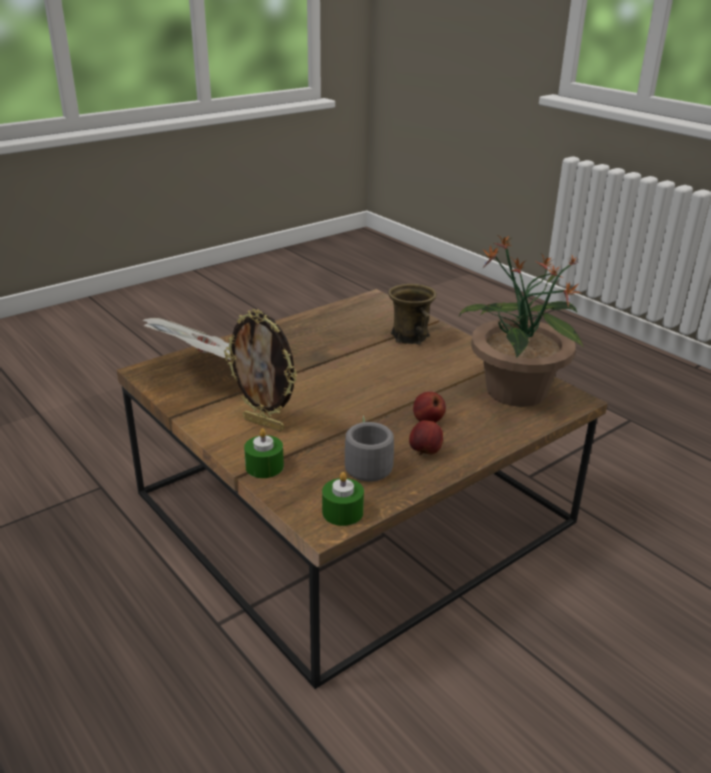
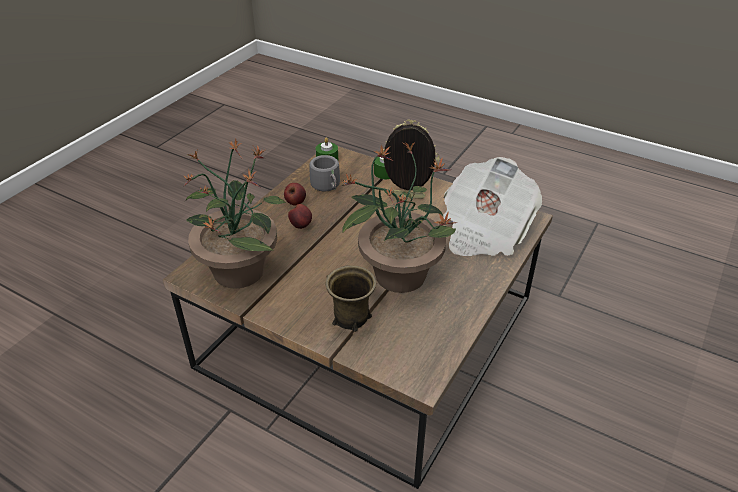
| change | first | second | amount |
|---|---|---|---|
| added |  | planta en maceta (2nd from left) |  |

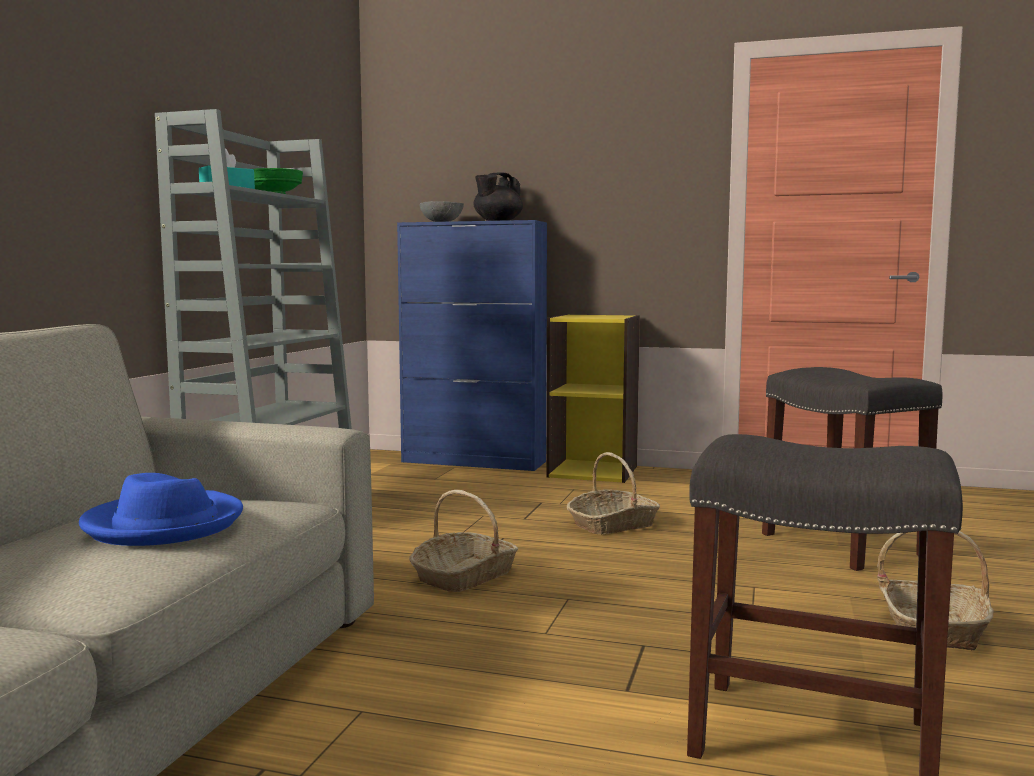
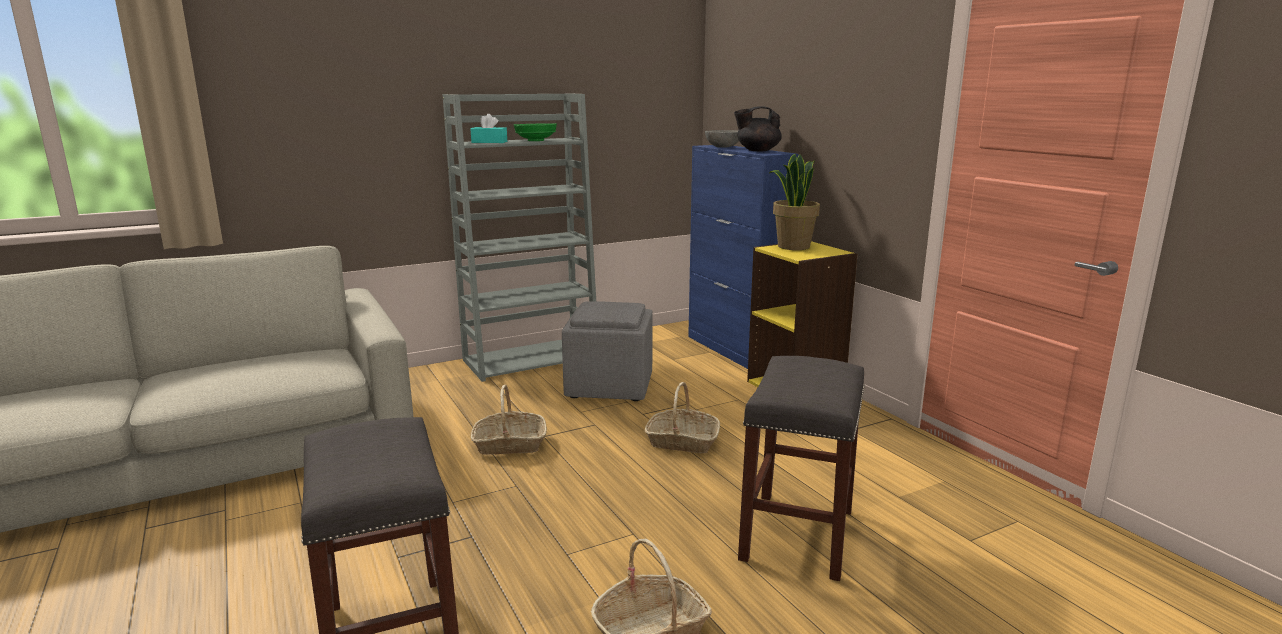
| change | first | second | amount |
|---|---|---|---|
| removed | sombrero [azul] |  |  |
| added |  | planta en maceta |  |
| added |  | puf [gris] |  |

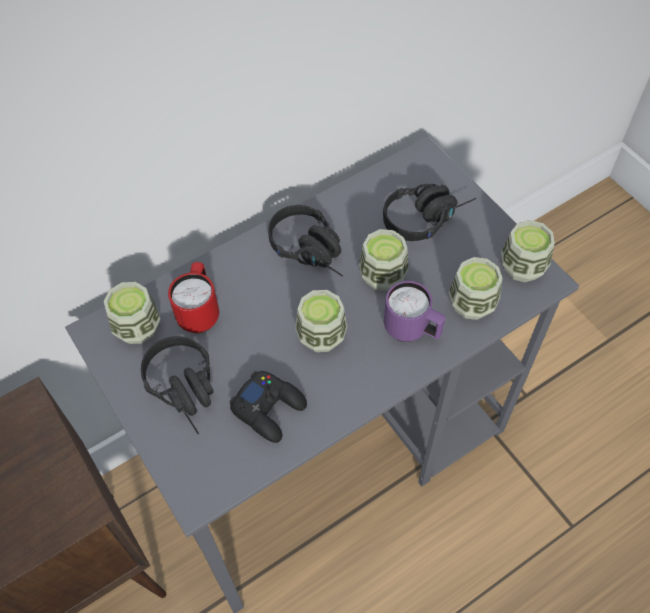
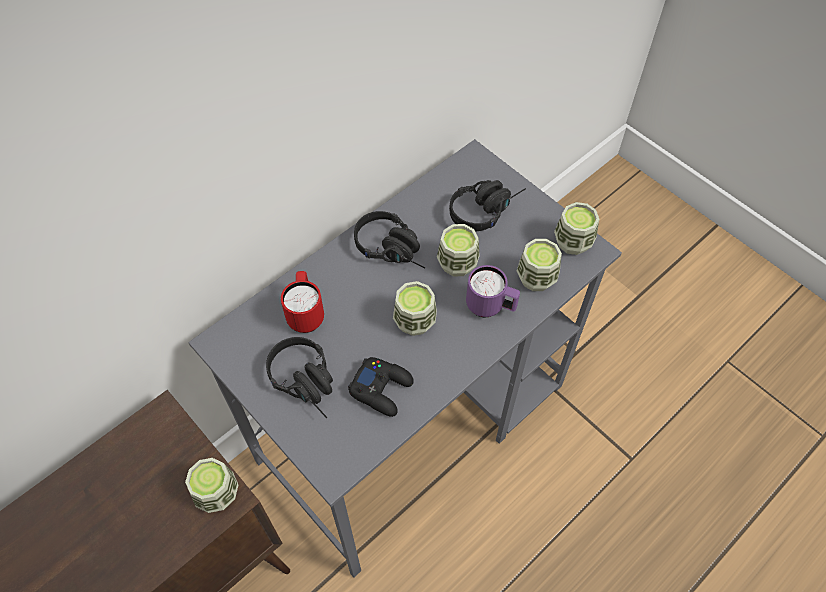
| change | first | second | amount |
|---|---|---|---|
| moved | taza (1st from left) |  |  |

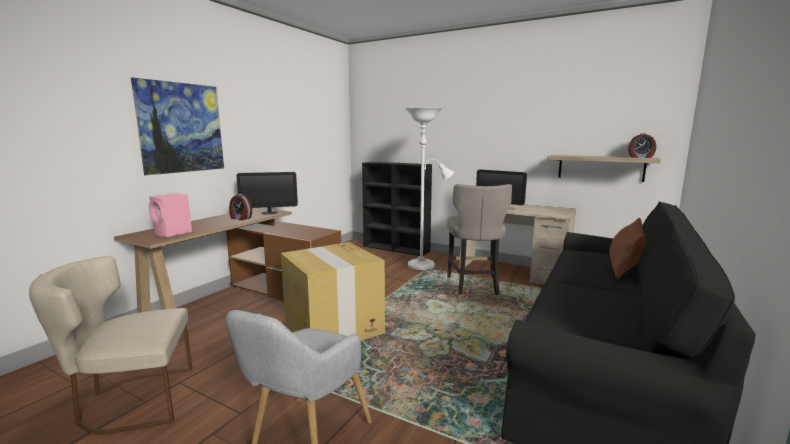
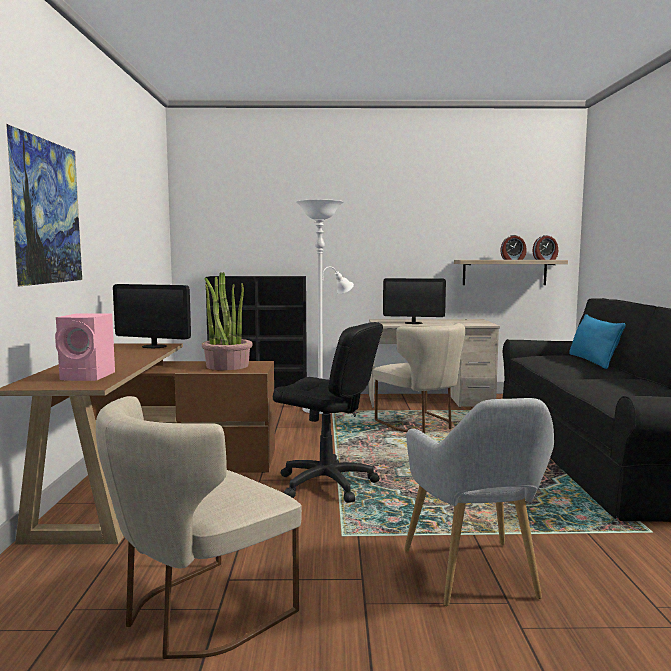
| change | first | second | amount |
|---|---|---|---|
| turned | monitor (1st from left) |  | 60 degrees clockwise |
| replaced | taburete [gris] | silla [beis] (2nd from left) |  |
| moved | despertador (1st from left) |  |  |
| recoloured | cojín [marrón] | cojín [azul] |  |
| replaced | caja de cartón | silla de oficina [negro] |  |
| added |  | planta en maceta |  |

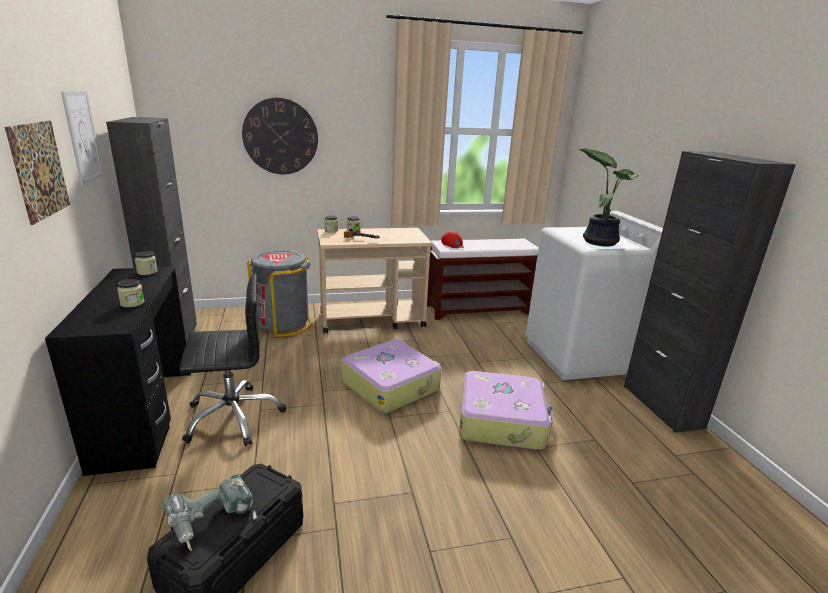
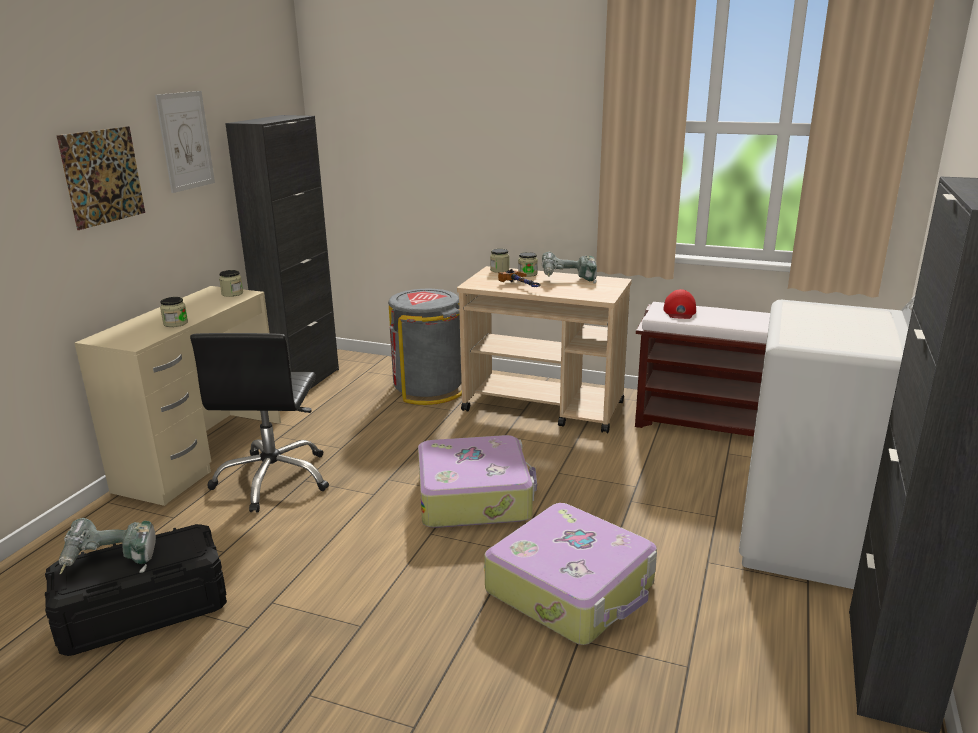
| change | first | second | amount |
|---|---|---|---|
| removed | reloj de pared |  |  |
| removed | planta en maceta |  |  |
| recoloured | escritorio [negro] | escritorio [beis] |  |
| turned | silla de oficina [negro] |  | 75 degrees clockwise |
| added |  | taladro (2nd from left) |  |

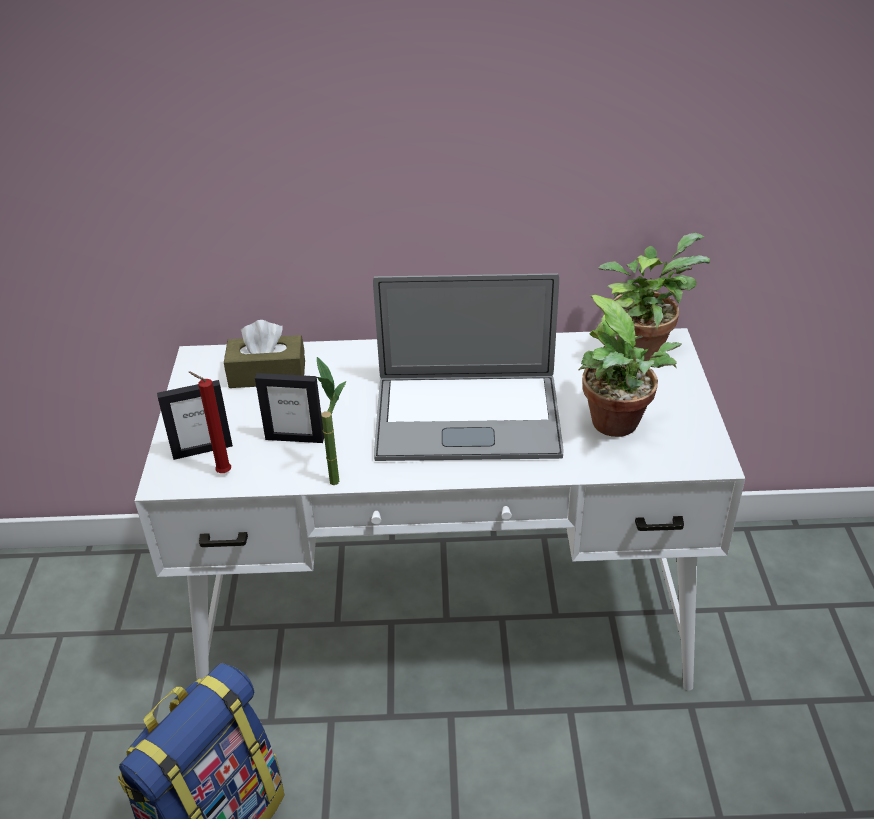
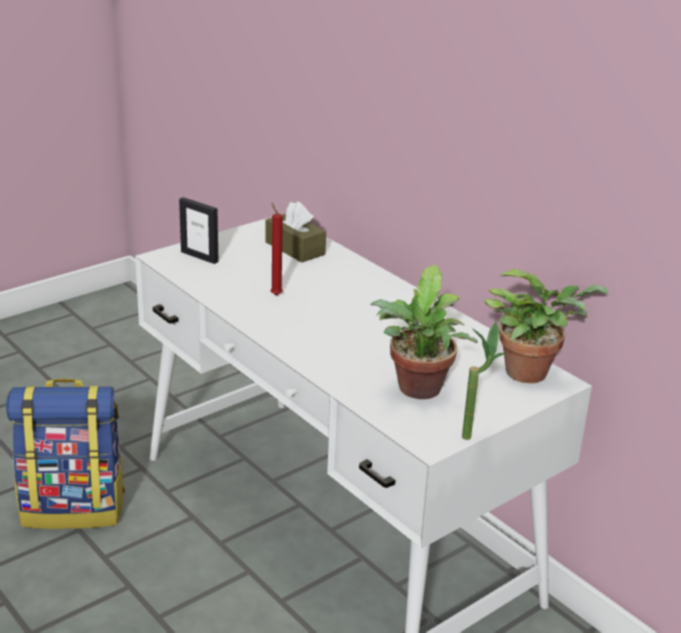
| change | first | second | amount |
|---|---|---|---|
| removed | portátil |  |  |
| moved | planta en maceta (1st from left in the first image) | planta en maceta (2nd from left) |  |
| moved | vela [rojo] |  |  |
| removed | portarretratos (2nd from left) |  |  |

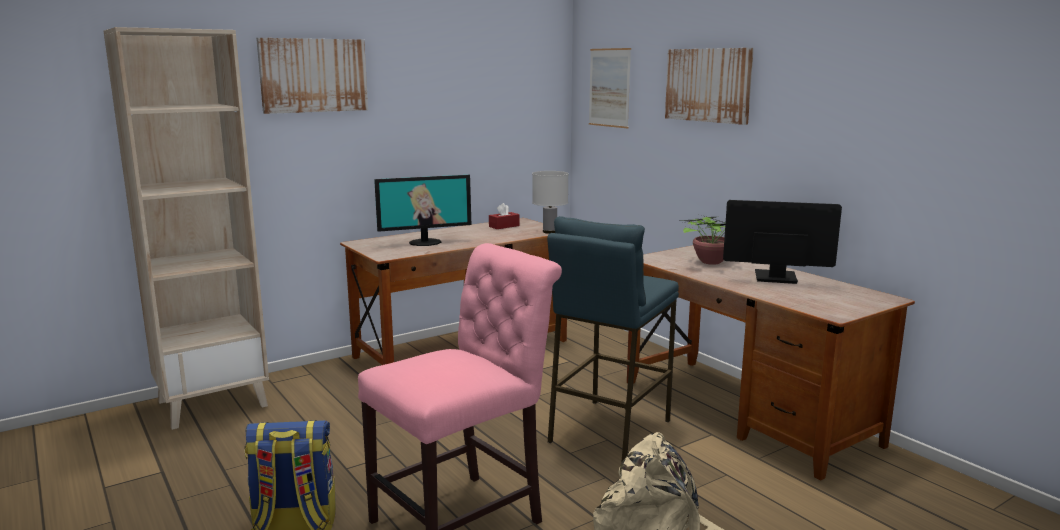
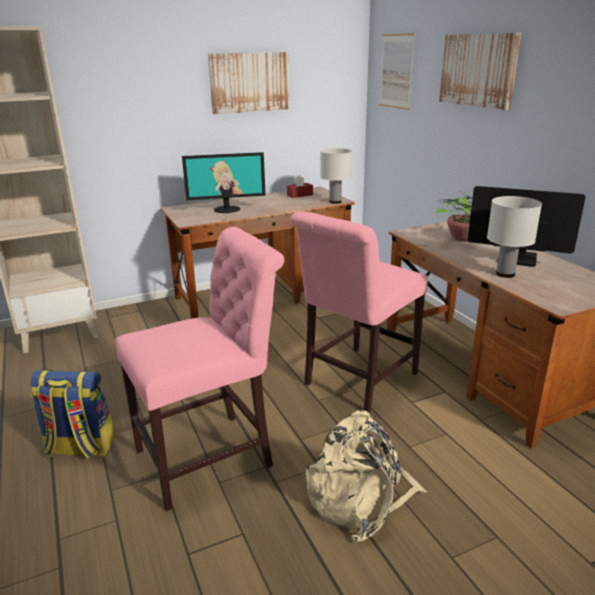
| change | first | second | amount |
|---|---|---|---|
| moved | cuadro (1st from left) |  |  |
| replaced | taburete [azul] | silla [rosa] (2nd from left) |  |
| added |  | lámpara de mesa [blanco] (2nd from left) |  |

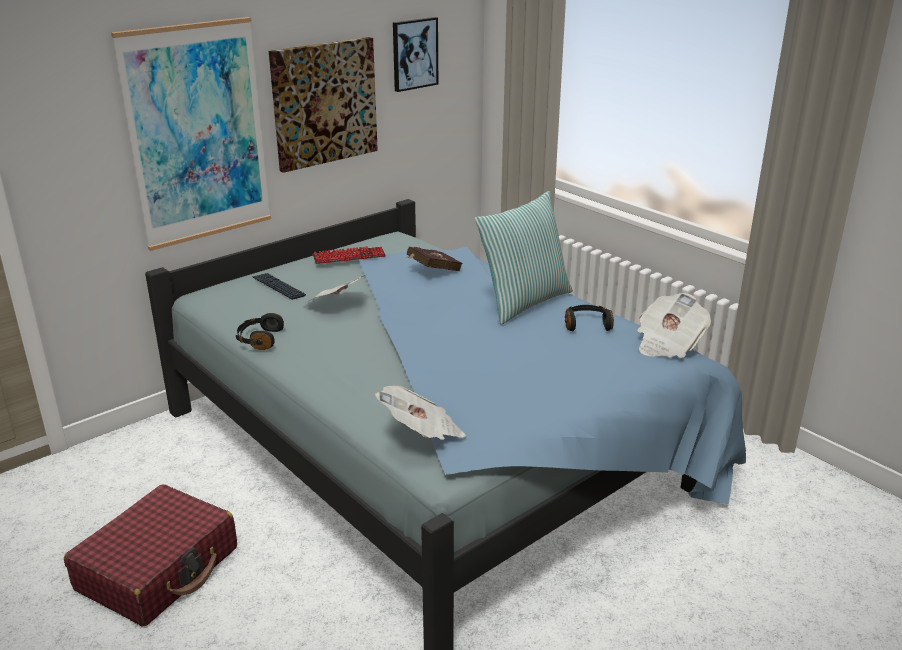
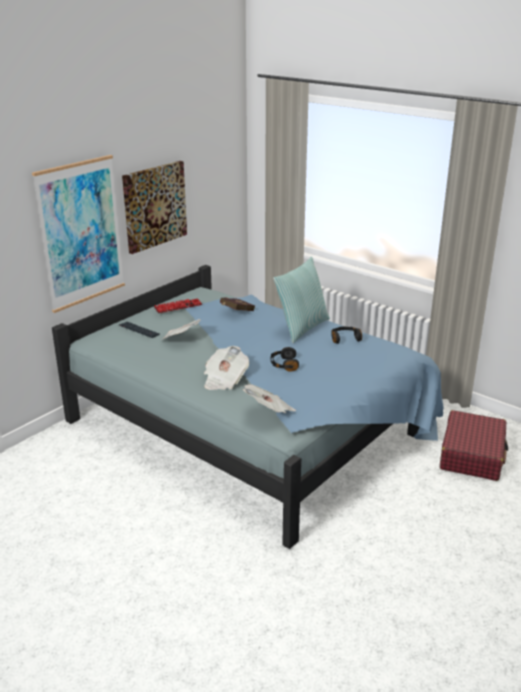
| change | first | second | amount |
|---|---|---|---|
| removed | cuadro (3rd from left) |  |  |
| moved | periódico (3rd from left in the first image) | periódico (2nd from left) |  |
| moved | auriculares [negro] (1st from left) |  |  |
| moved | maleta [rojo] |  |  |

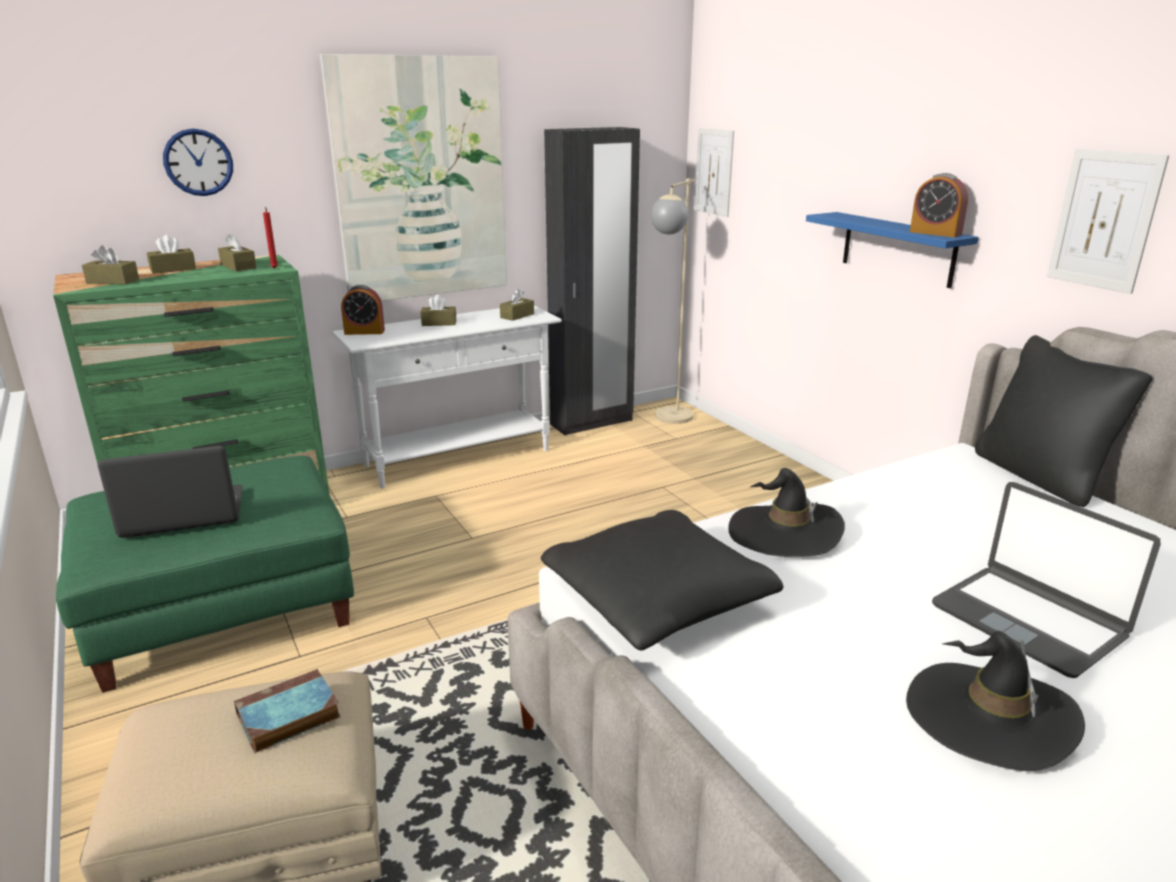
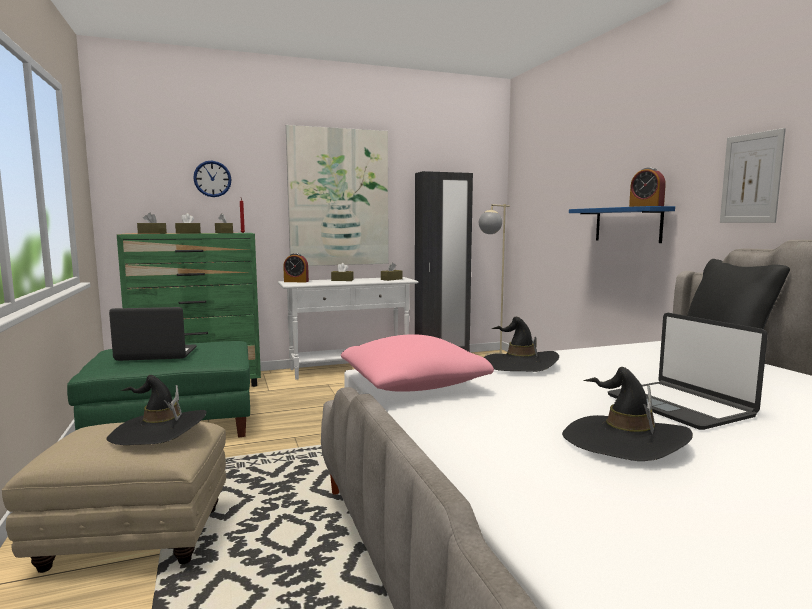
| change | first | second | amount |
|---|---|---|---|
| removed | cuadro (2nd from left) |  |  |
| recoloured | cojín [negro] (1st from left) | cojín [rosa] |  |
| replaced | libro | sombrero [negro] (1st from left) |  |

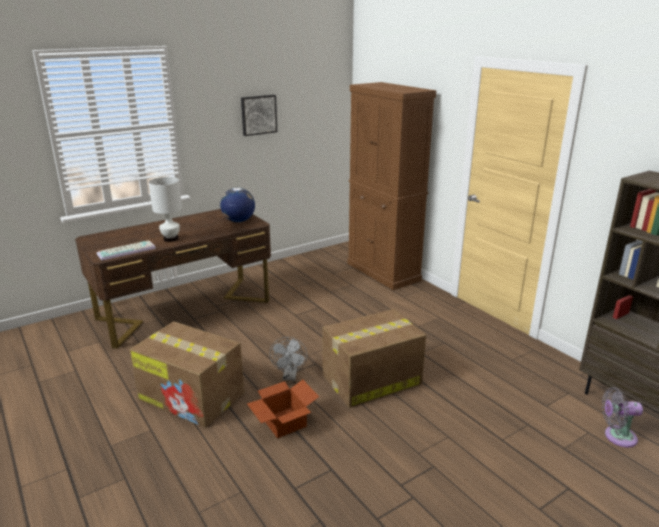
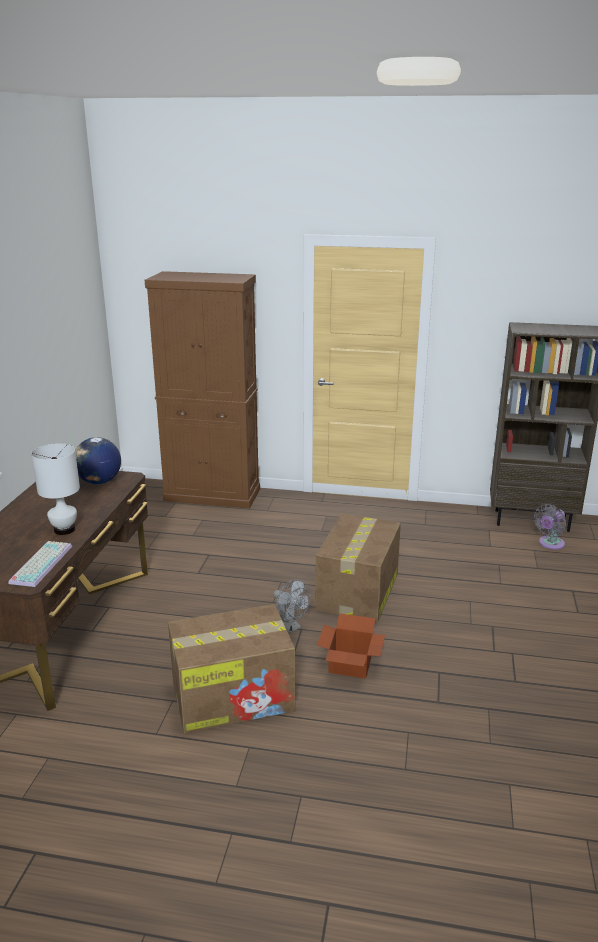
| change | first | second | amount |
|---|---|---|---|
| removed | cuadro |  |  |

